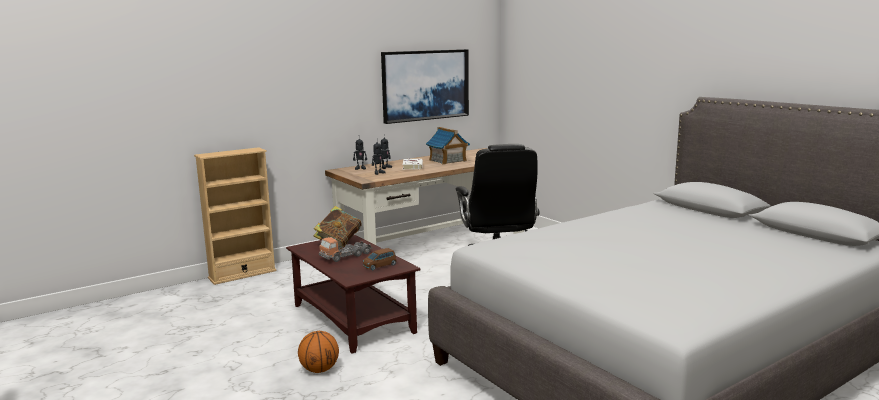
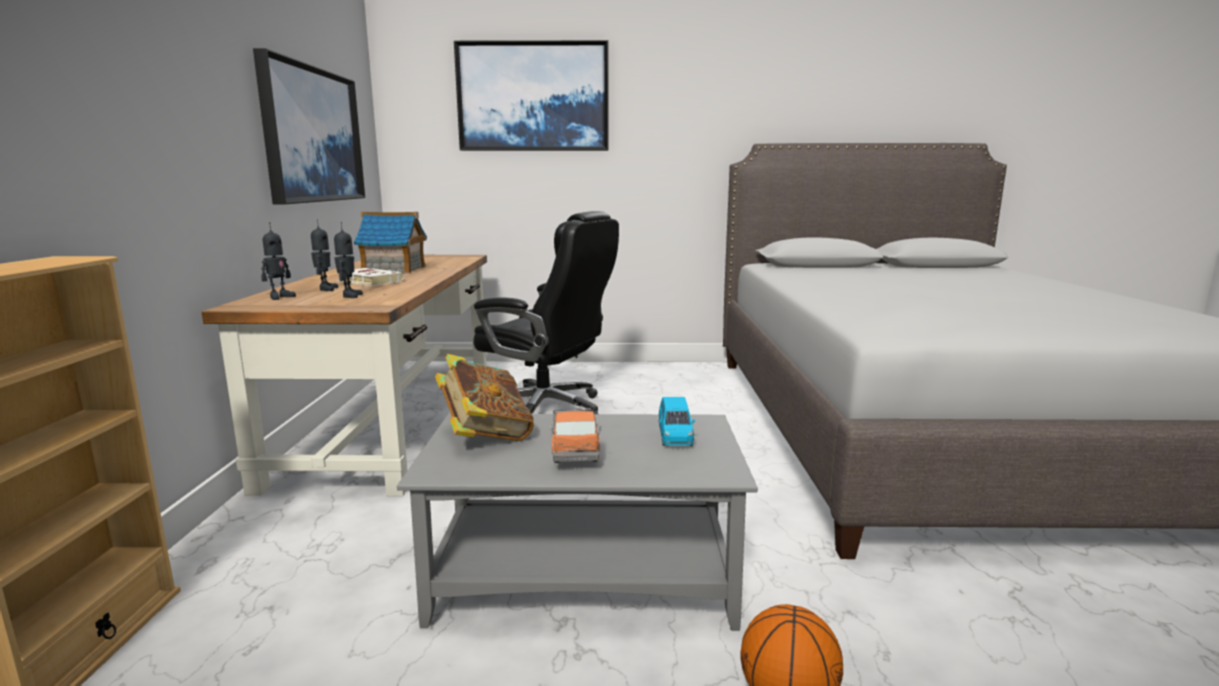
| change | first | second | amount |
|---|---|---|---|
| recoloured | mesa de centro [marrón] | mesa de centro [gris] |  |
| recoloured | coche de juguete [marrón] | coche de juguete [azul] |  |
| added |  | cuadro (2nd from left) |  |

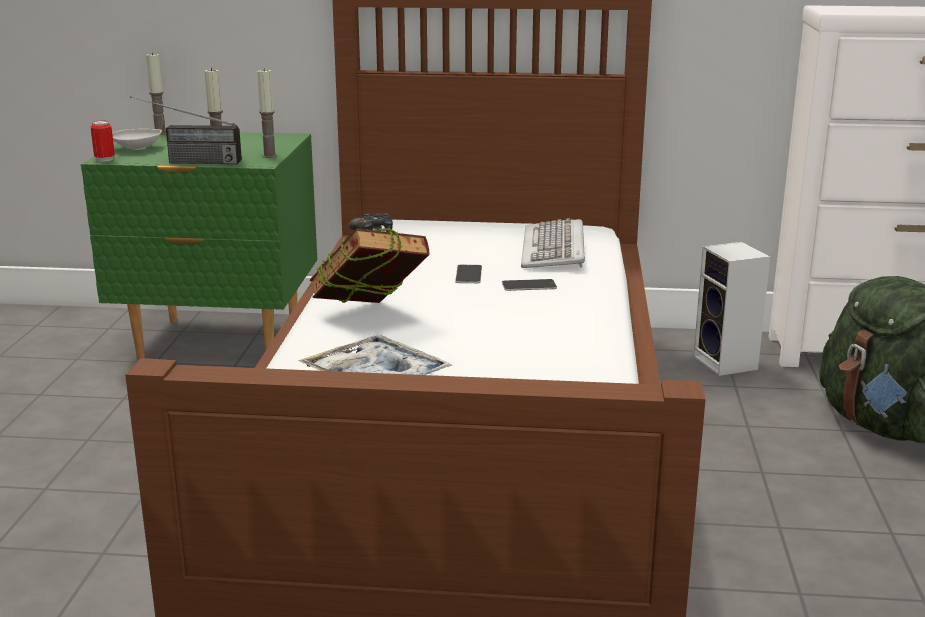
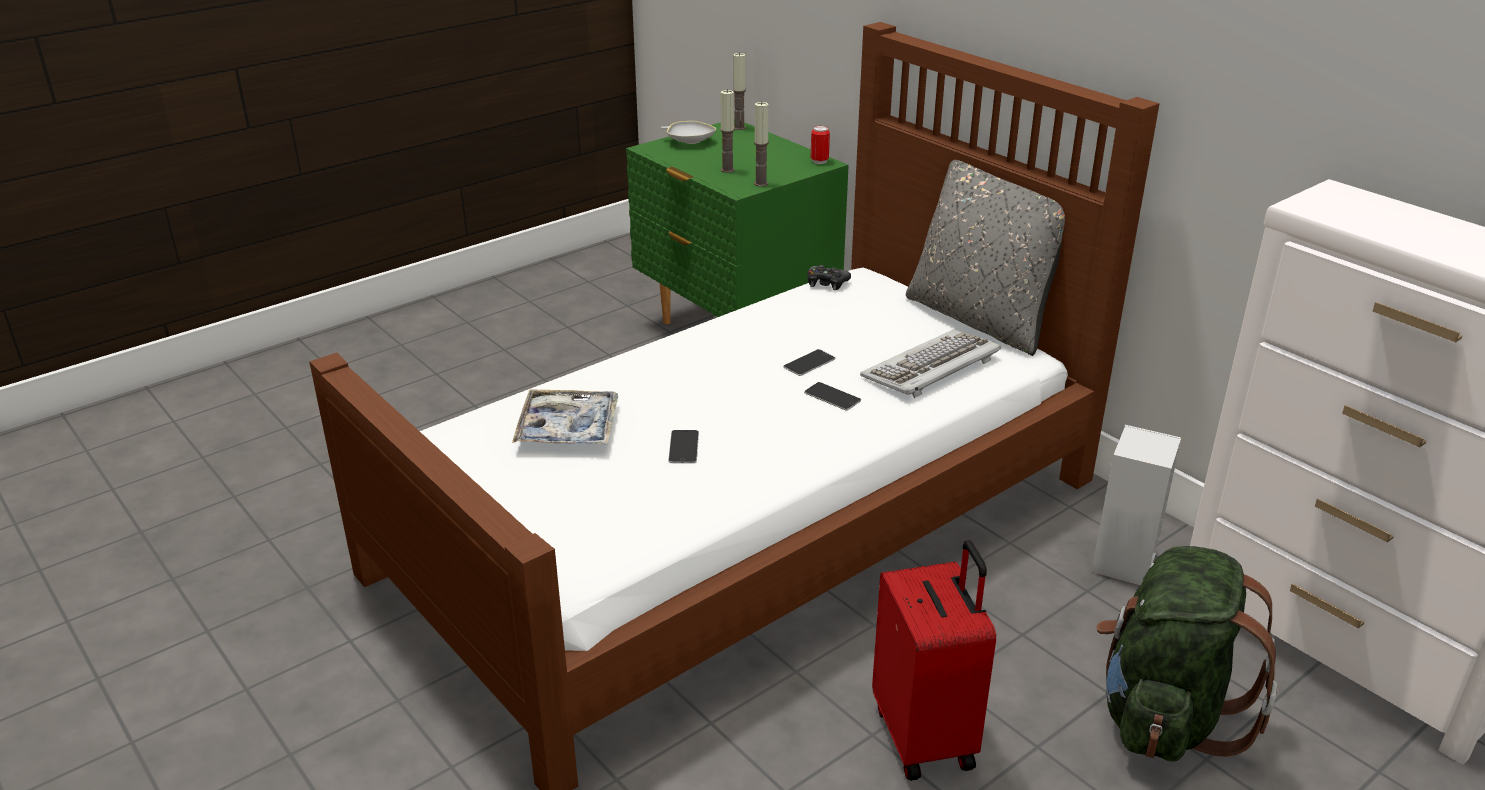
| change | first | second | amount |
|---|---|---|---|
| removed | radio |  |  |
| moved | lata |  |  |
| removed | libro |  |  |
| added |  | cojín [gris] |  |
| added |  | móvil (1st from left) |  |
| added |  | maleta [rojo] |  |

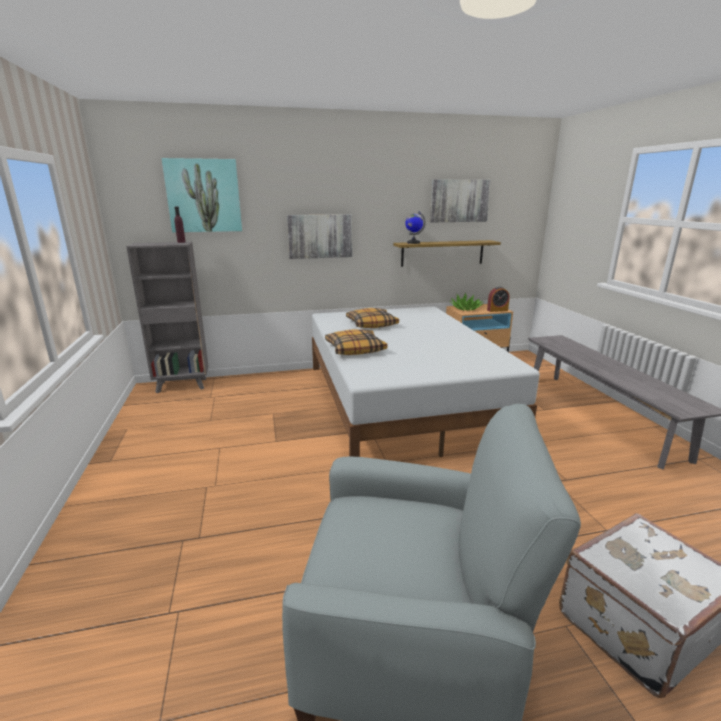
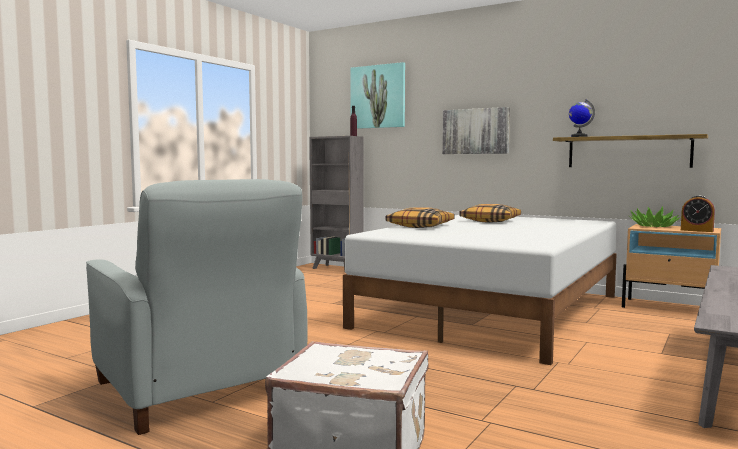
| change | first | second | amount |
|---|---|---|---|
| removed | cuadro (3rd from left) |  |  |

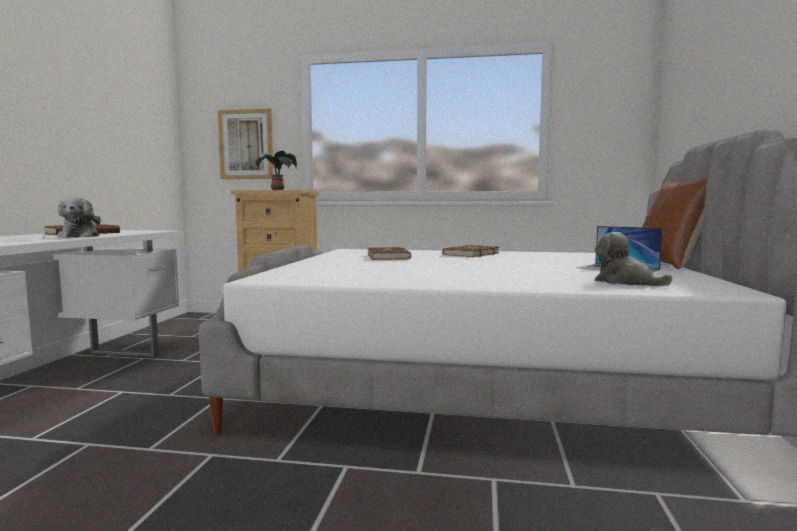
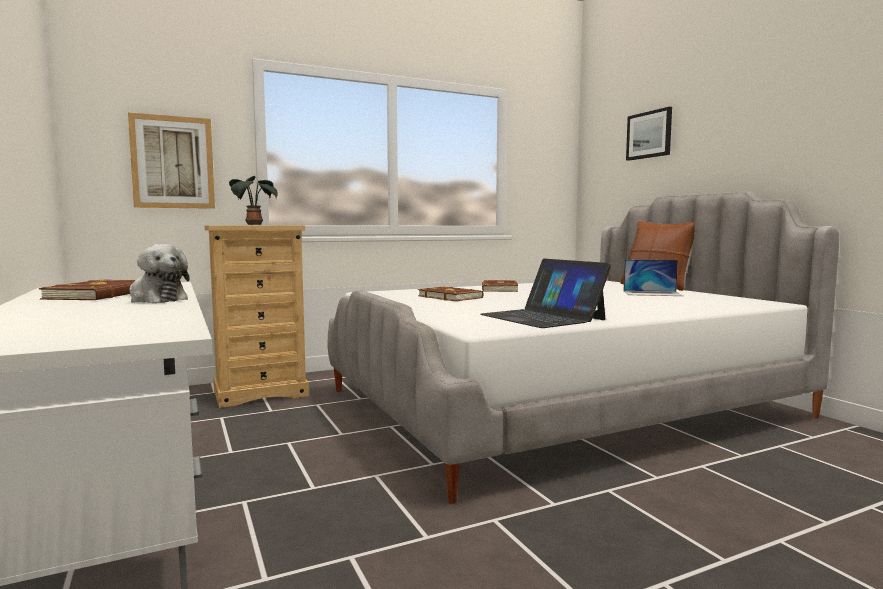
| change | first | second | amount |
|---|---|---|---|
| removed | peluche (2nd from left) |  |  |
| added |  | cuadro (2nd from left) |  |
| added |  | portátil (1st from left) |  |

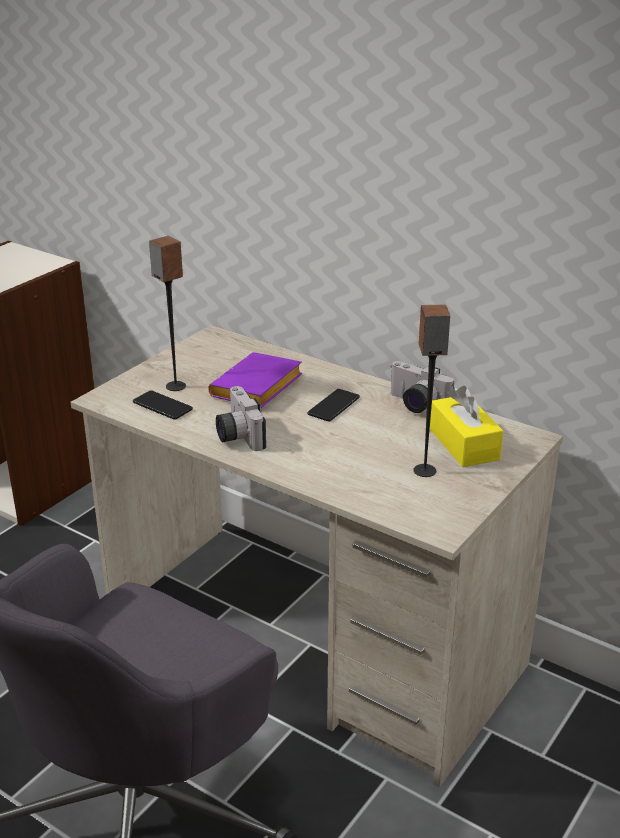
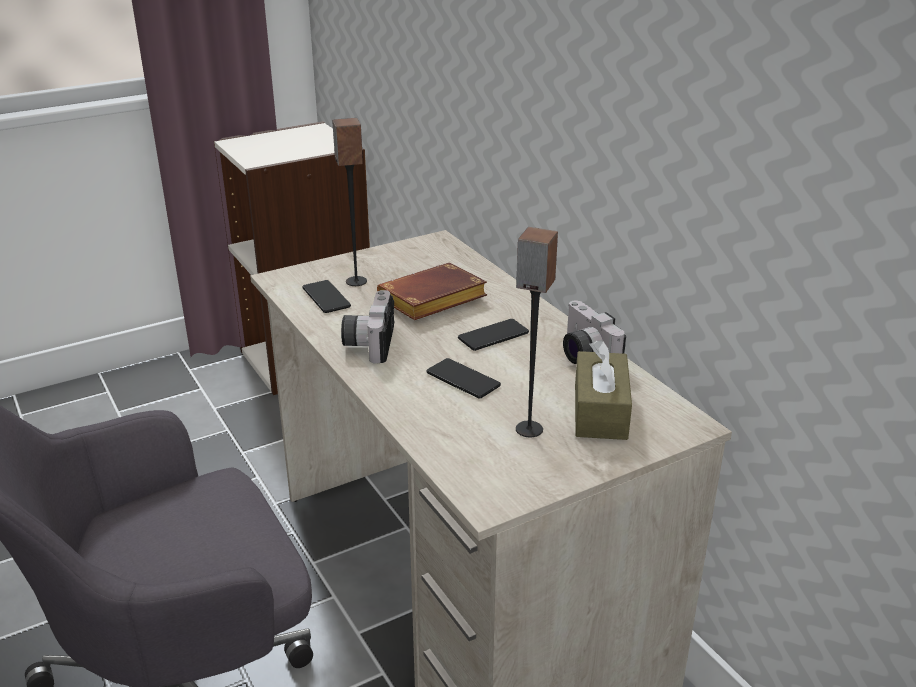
| change | first | second | amount |
|---|---|---|---|
| recoloured | libro [morado] | libro [marrón] |  |
| recoloured | caja de pañuelos [amarillo] | caja de pañuelos [marrón] |  |
| added |  | móvil (2nd from left) |  |

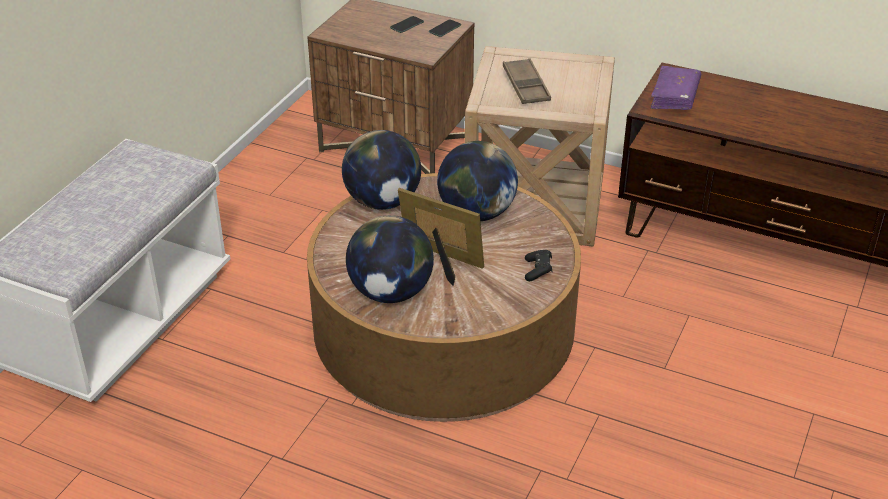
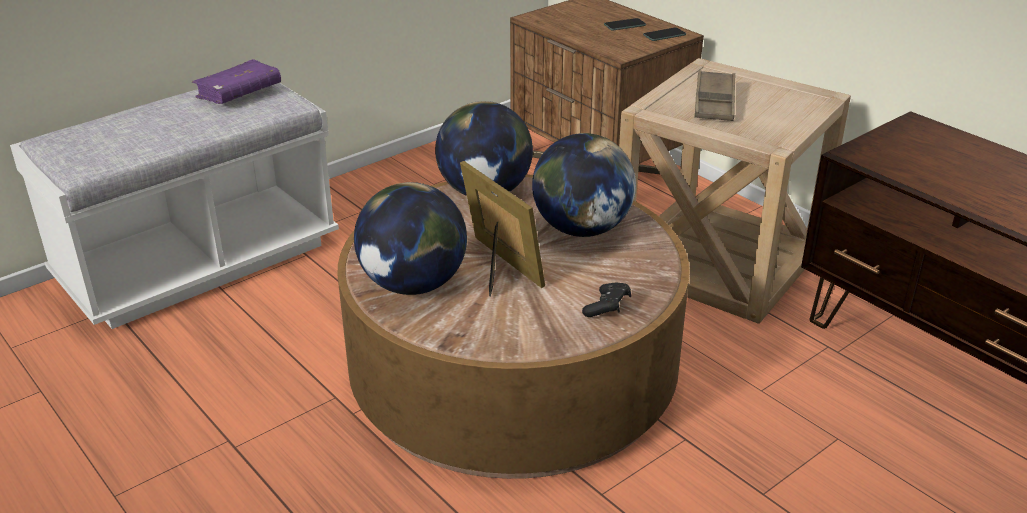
| change | first | second | amount |
|---|---|---|---|
| moved | libro [morado] |  |  |

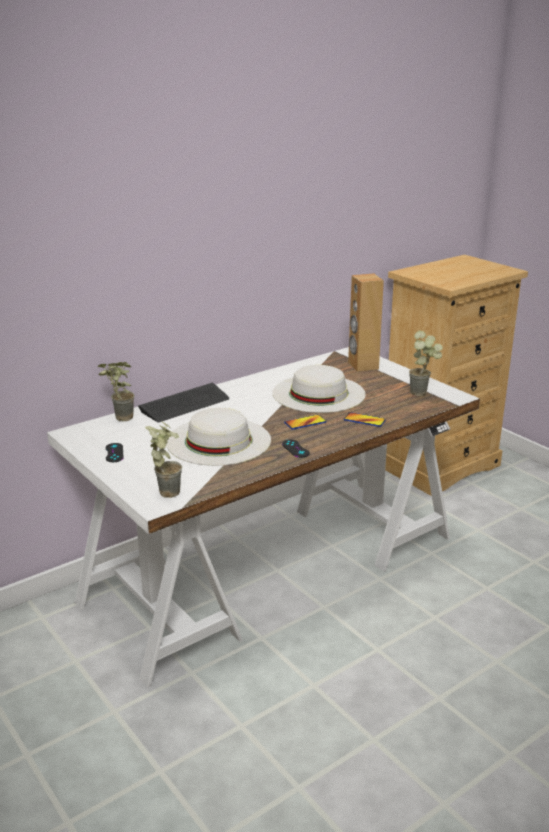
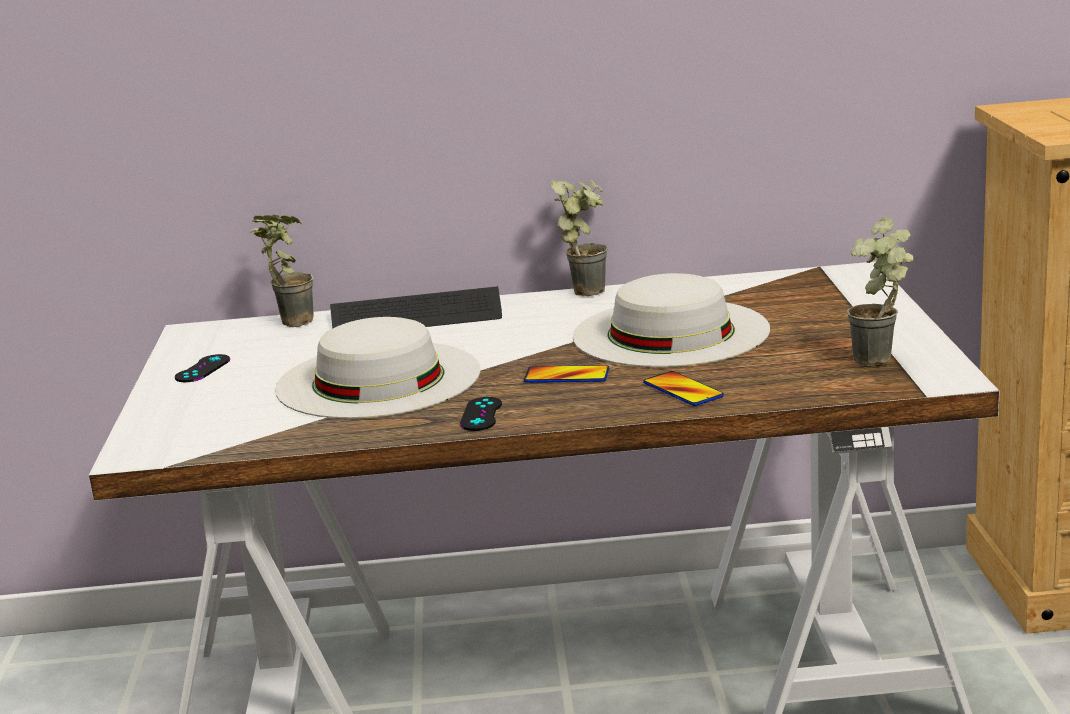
| change | first | second | amount |
|---|---|---|---|
| removed | altavoz [marrón] |  |  |
| moved | planta en maceta (2nd from left) |  |  |

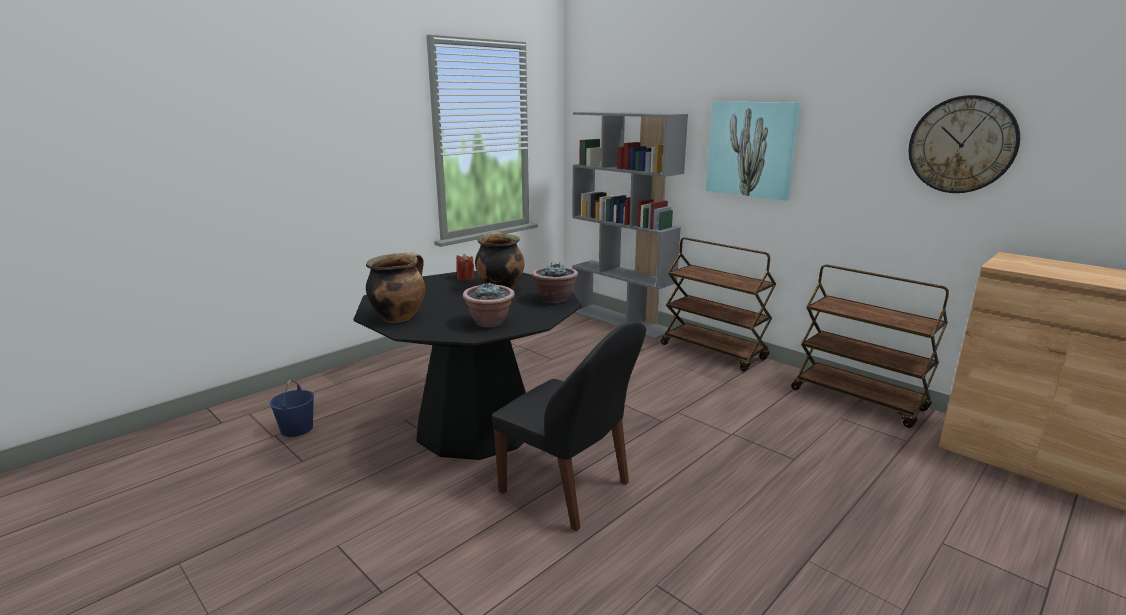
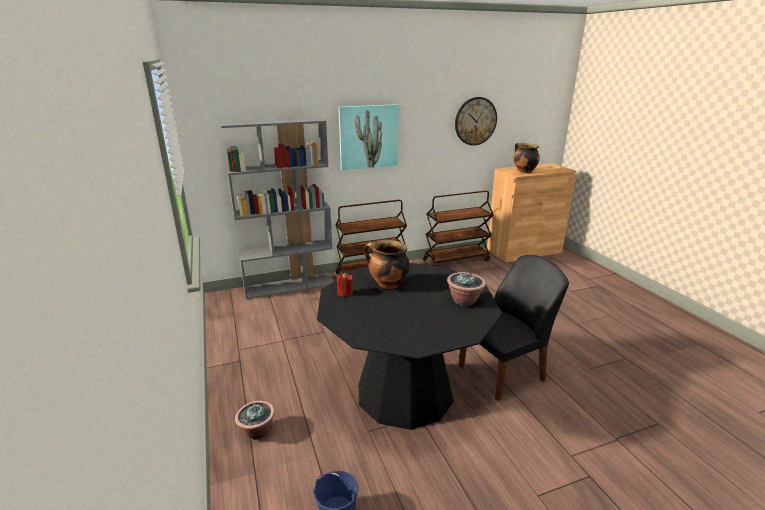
| change | first | second | amount |
|---|---|---|---|
| moved | olla (1st from left in the first image) | olla (2nd from left) |  |
| moved | planta en maceta (2nd from left in the first image) | planta en maceta (1st from left) |  |

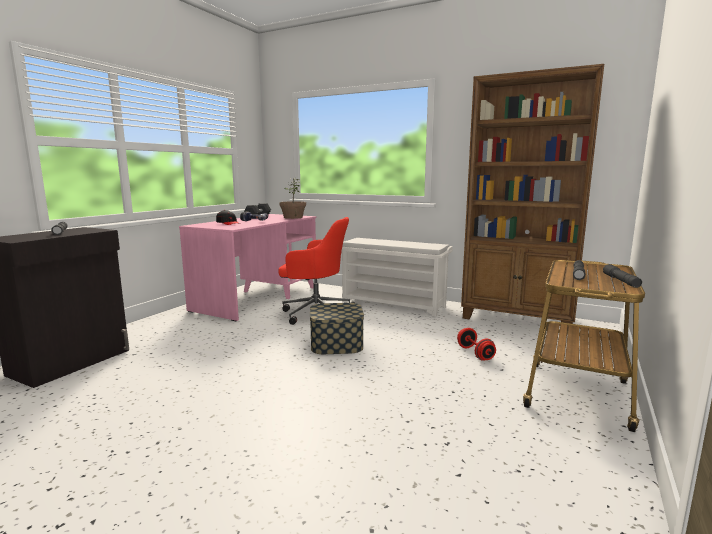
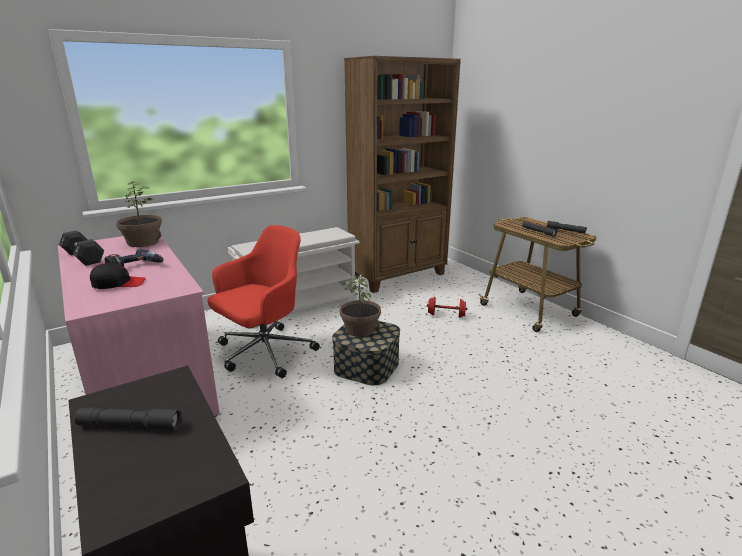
| change | first | second | amount |
|---|---|---|---|
| added |  | planta en maceta (2nd from left) |  |

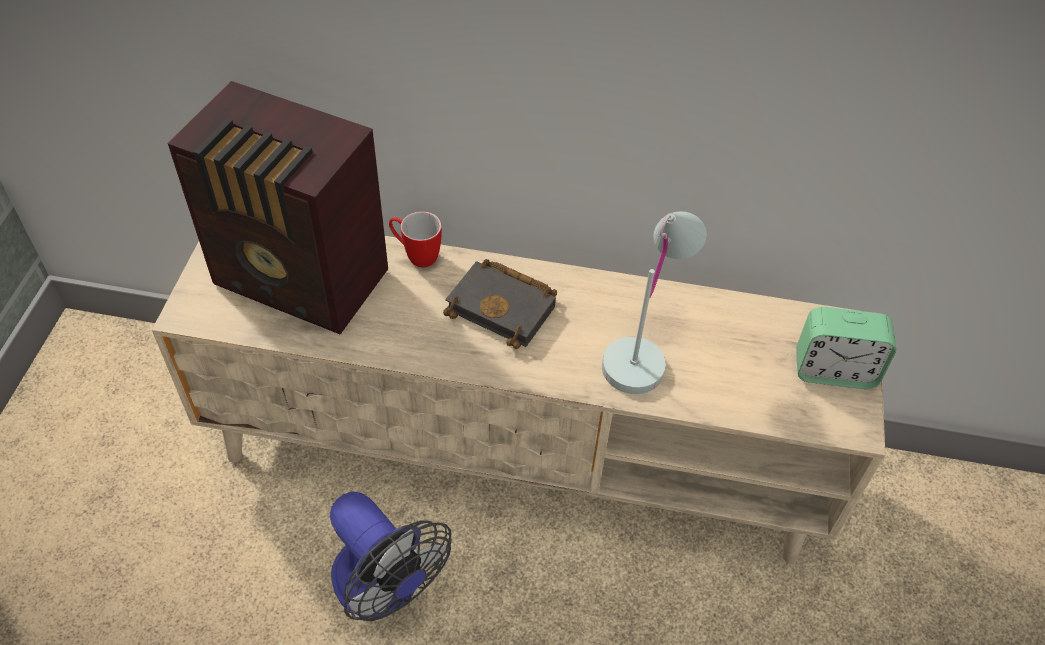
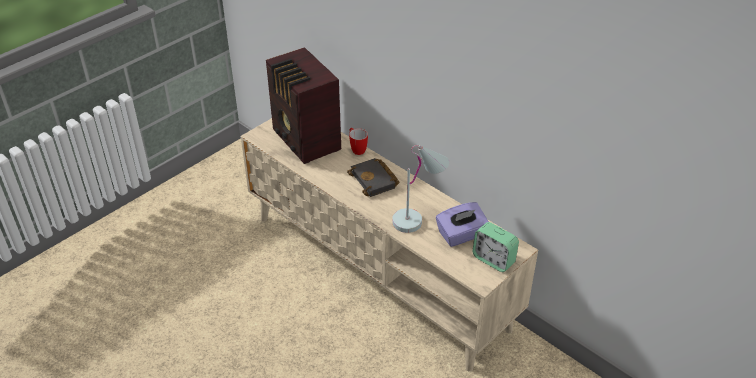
| change | first | second | amount |
|---|---|---|---|
| removed | ventilador |  |  |
| added |  | caja de pañuelos [morado] |  |

